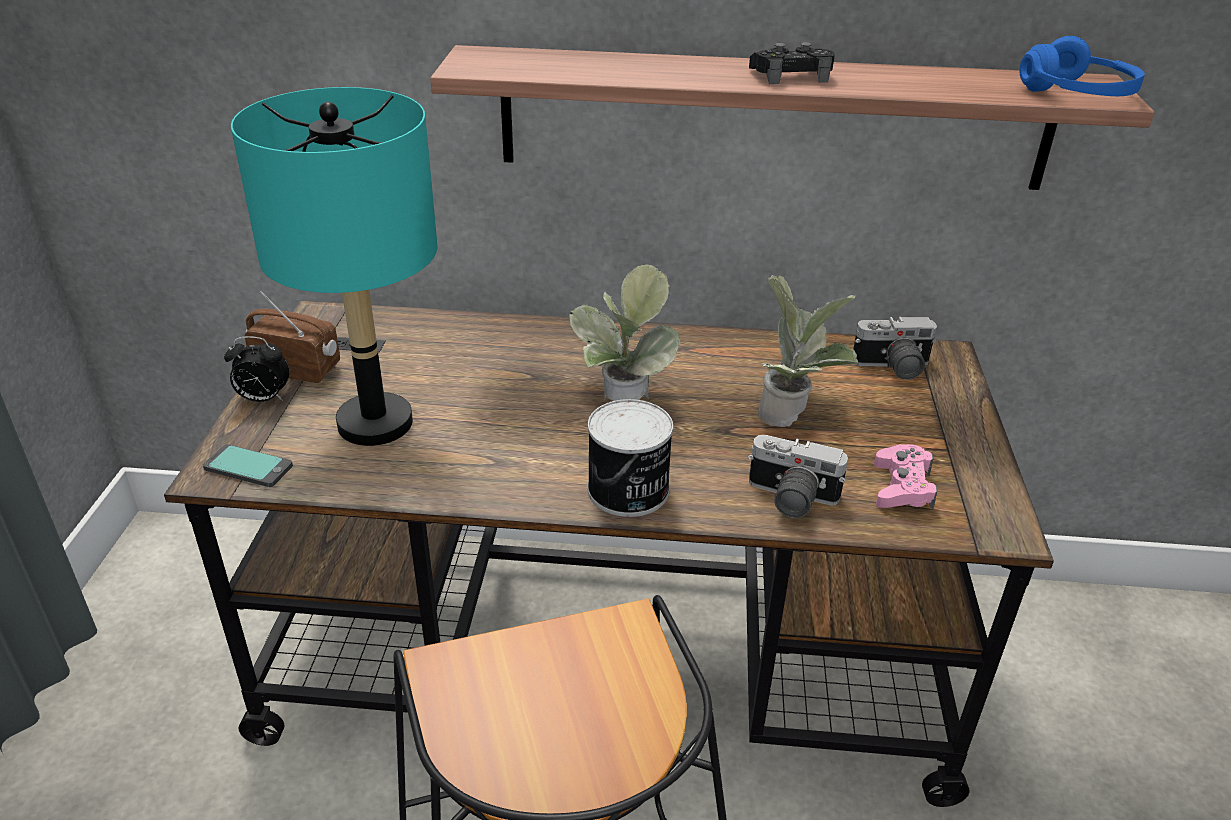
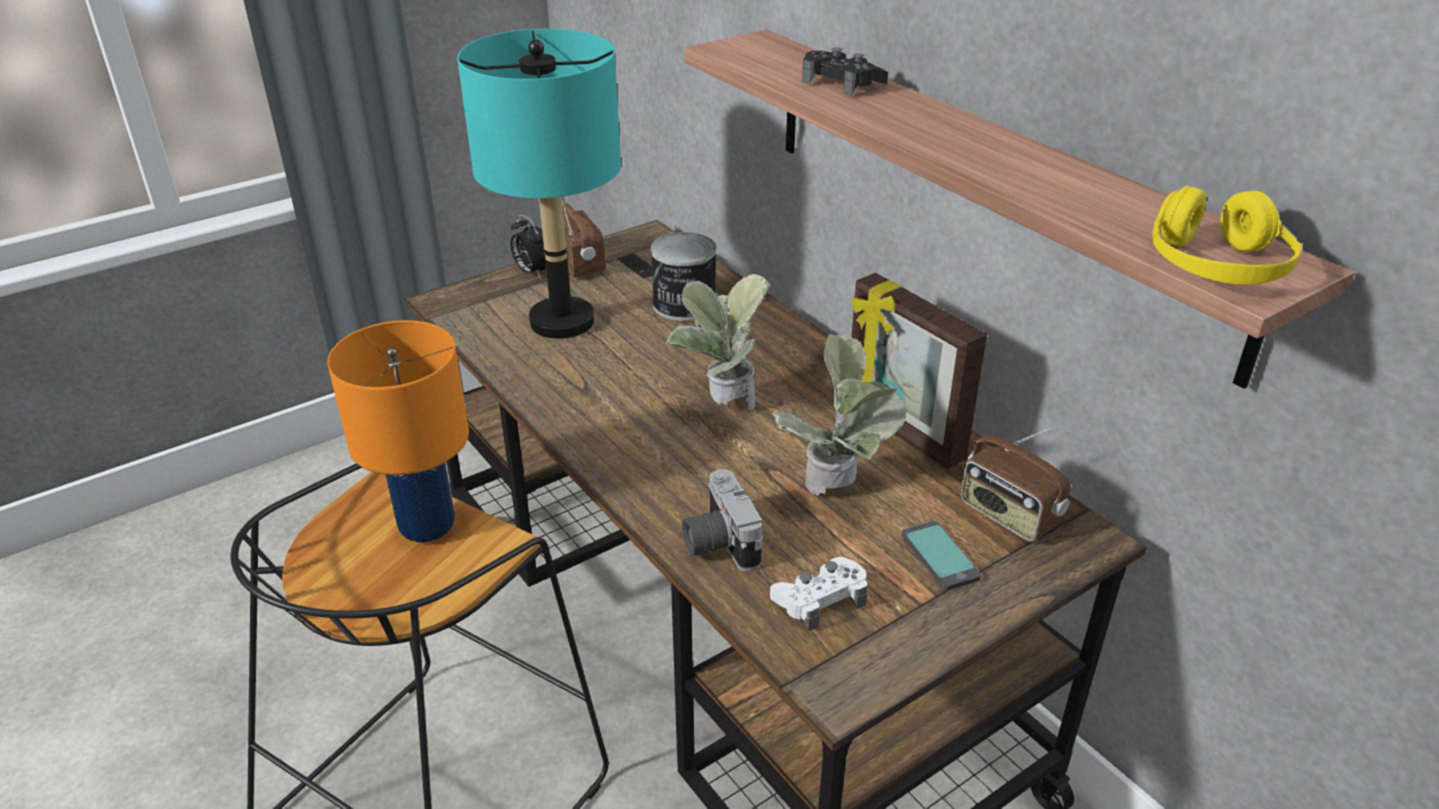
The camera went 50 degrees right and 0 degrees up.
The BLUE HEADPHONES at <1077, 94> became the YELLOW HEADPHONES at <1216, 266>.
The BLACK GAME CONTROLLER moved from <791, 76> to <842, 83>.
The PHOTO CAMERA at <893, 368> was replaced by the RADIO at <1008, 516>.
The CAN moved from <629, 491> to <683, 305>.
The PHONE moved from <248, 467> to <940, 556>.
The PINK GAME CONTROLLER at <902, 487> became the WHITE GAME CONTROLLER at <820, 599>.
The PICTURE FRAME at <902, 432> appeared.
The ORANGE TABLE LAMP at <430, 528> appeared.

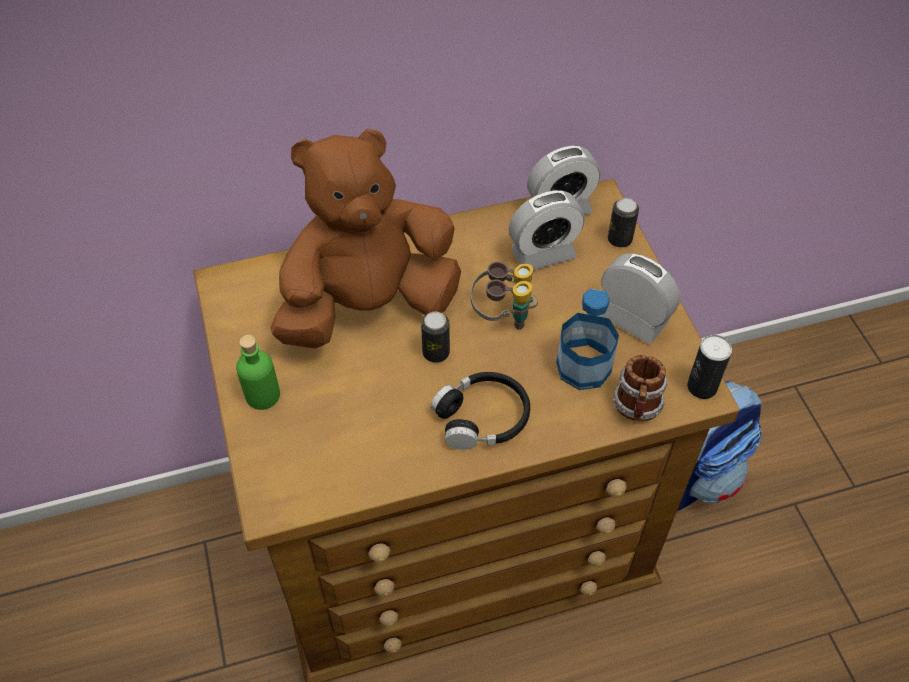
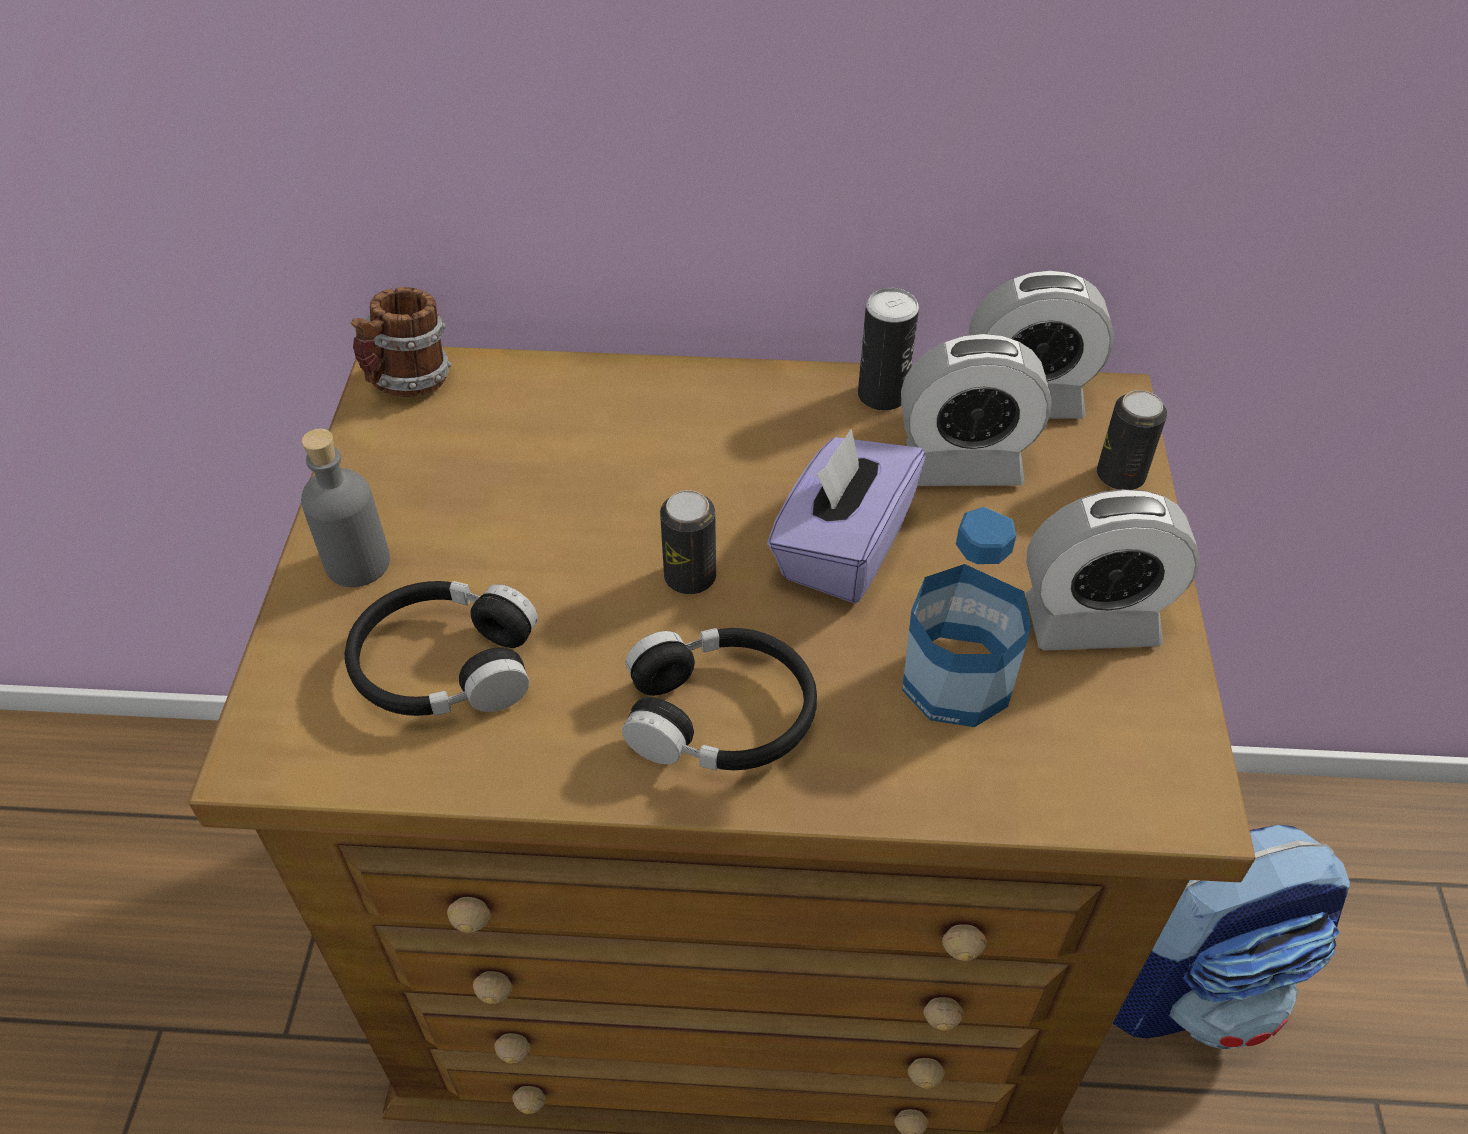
The camera went 20 degrees right and 5 degrees down.
The BROWN PLUSH TOY at <368, 305> disappeared.
The ALARM CLOCK at <633, 319> turned 120 degrees clockwise.
The BINOCULARS at <503, 316> was replaced by the PURPLE TISSUE BOX at <842, 548>.
The GREEN BOTTLE at <262, 395> became the GREY BOTTLE at <358, 563>.
The CAN moved from <702, 387> to <882, 395>.
The MUG moved from <637, 408> to <408, 383>.
The BLACK HEADPHONES at <445, 666> appeared.

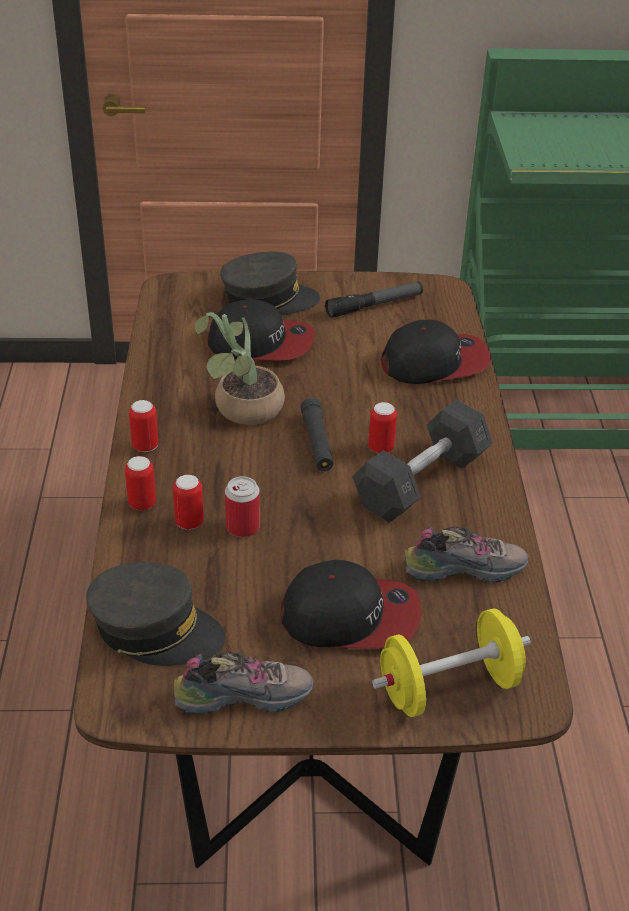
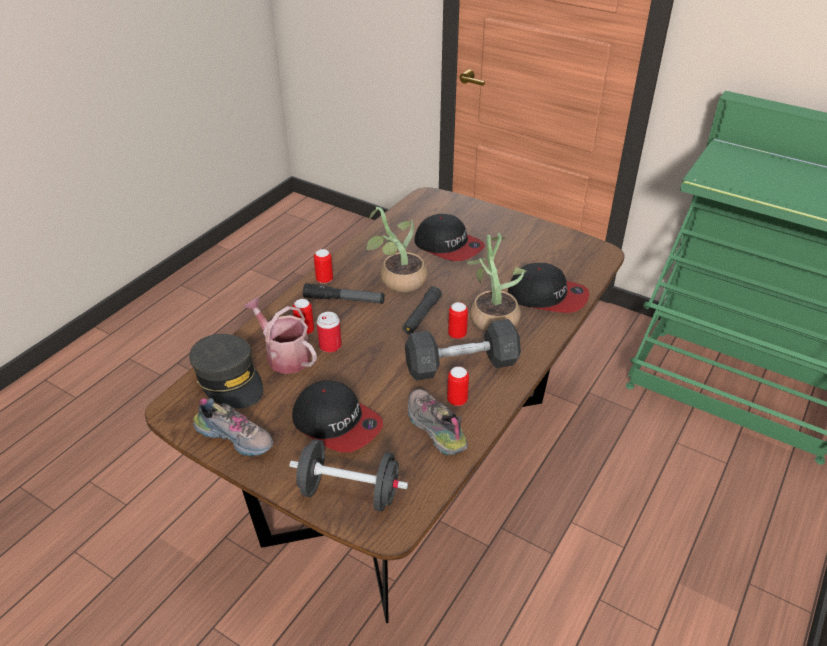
The camera went 35 degrees right and 0 degrees up.
The GREY CAP at <269, 299> disappeared.
The FLASHLIGHT moved from <374, 305> to <344, 300>.
The CAN moved from <142, 504> to <457, 400>.
The SHOE at <464, 568> turned 150 degrees counterclockwise.
The YELLOW DUMBBELL at <448, 687> became the BLACK DUMBBELL at <349, 492>.
The POTTED PLANT at <491, 316> appeared.
The WATERING CAN at <284, 355> appeared.

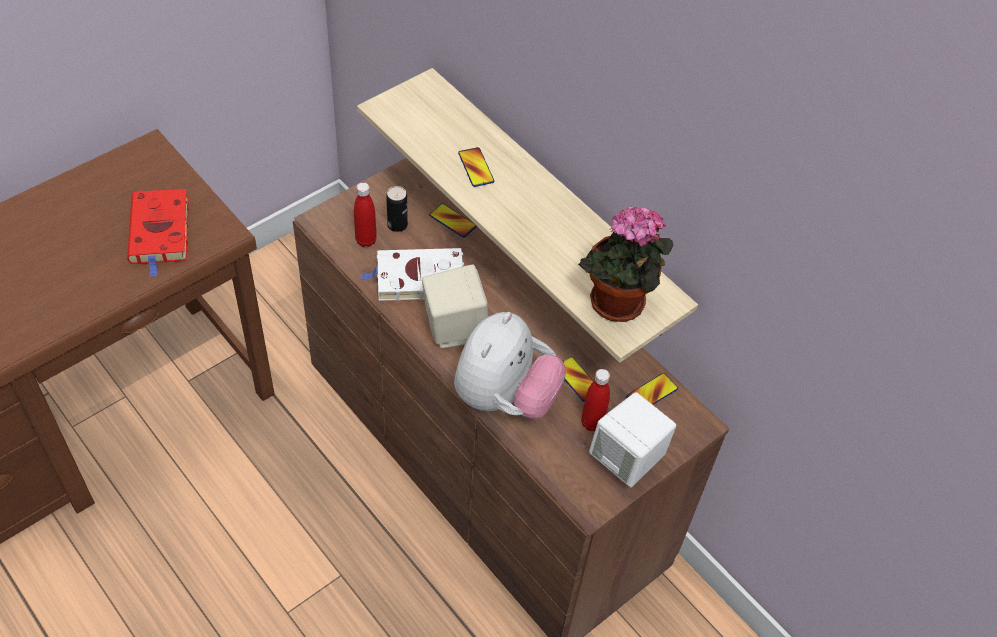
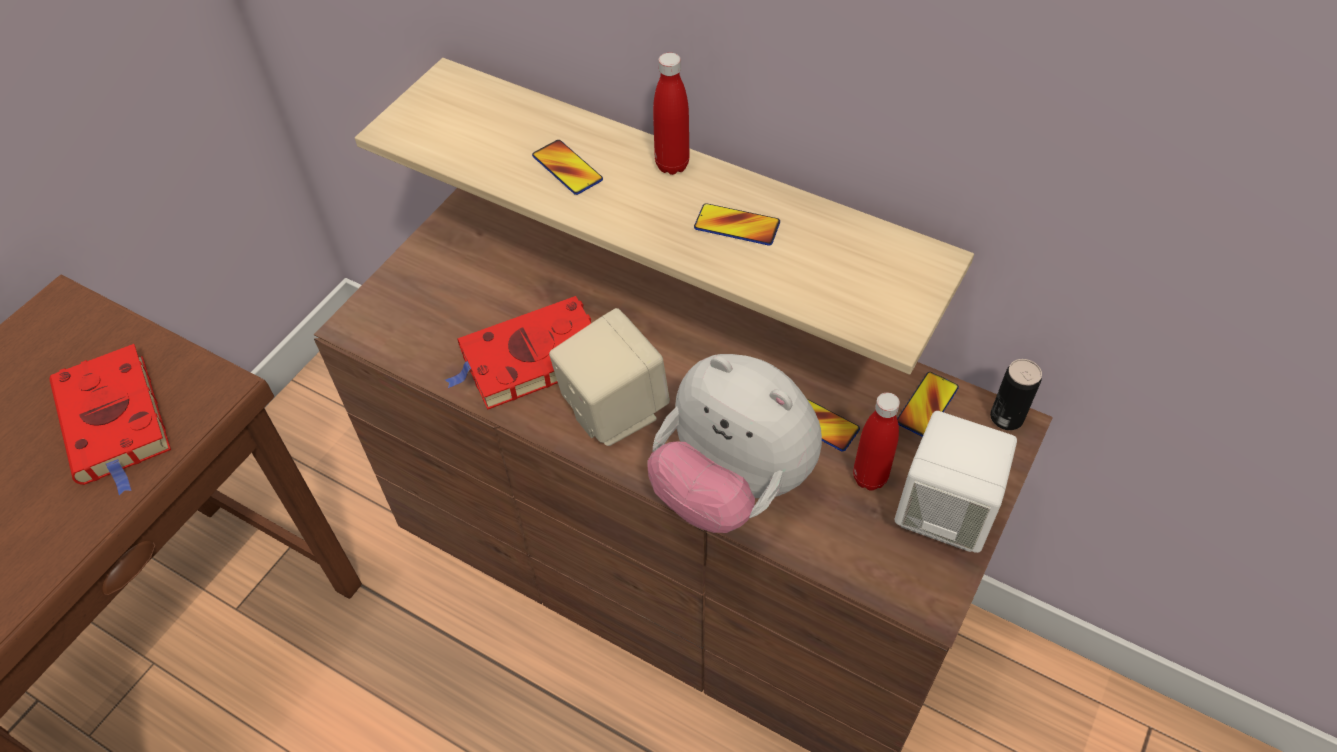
The camera went 15 degrees left and 0 degrees up.
The RED BOTTLE moved from <366, 240> to <672, 165>.
The CAN moved from <397, 225> to <1006, 417>.
The PHONE moved from <452, 221> to <737, 226>.
The POTTED PLANT at <616, 306> disappeared.
The WHITE BOOK at <417, 278> became the RED BOOK at <529, 359>.
The PLUSH TOY at <504, 397> turned 120 degrees clockwise.

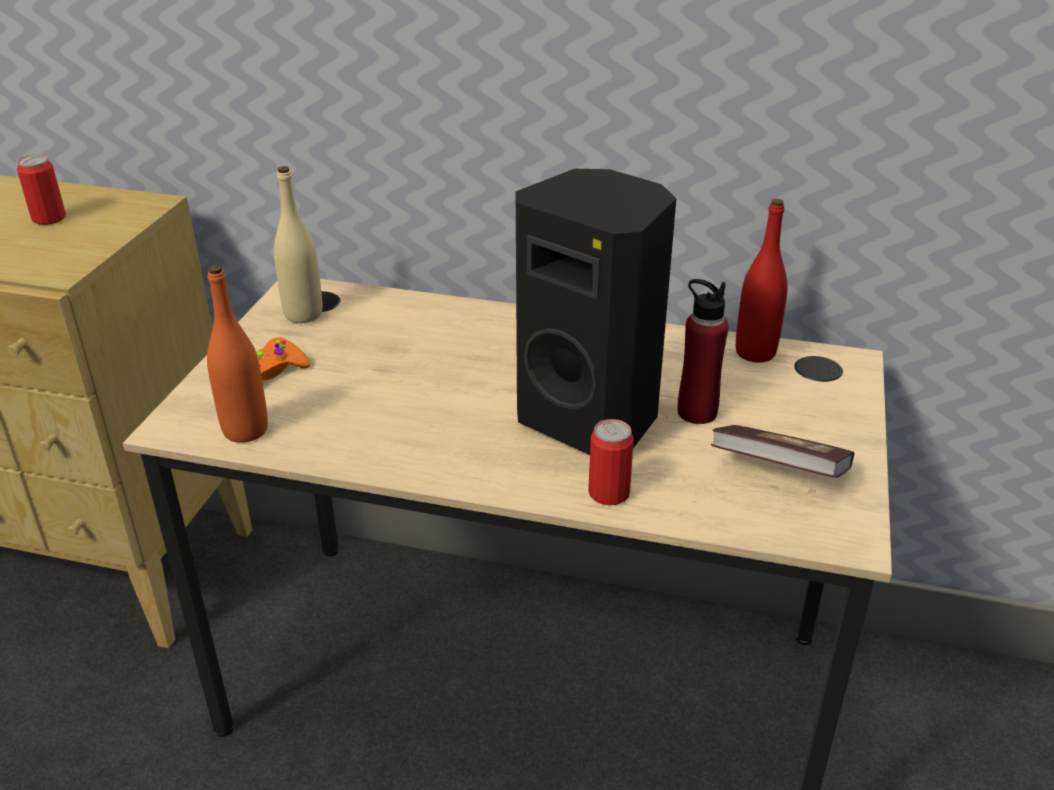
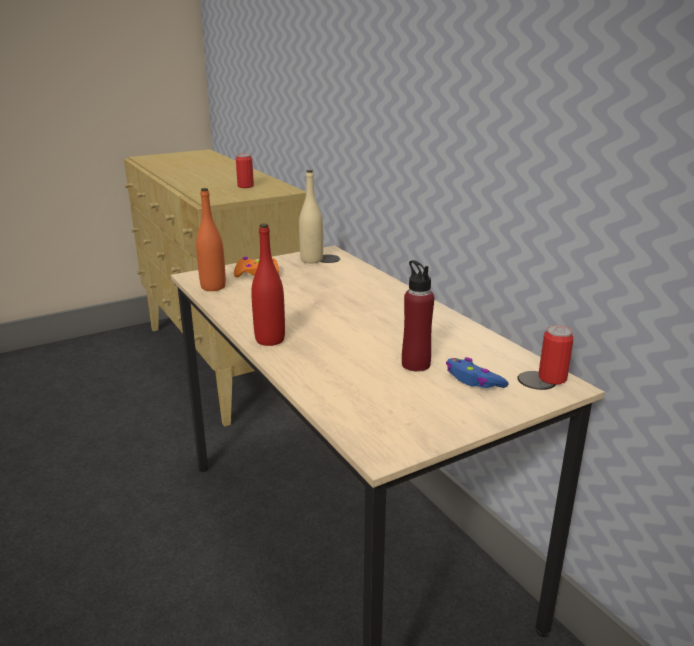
The camera went 45 degrees right and 10 degrees down.
The BLACK SPEAKER at <591, 419> disappeared.
The RED BOTTLE moved from <755, 353> to <270, 340>.
The CAN moved from <609, 493> to <552, 378>.
The BOOK at <778, 472> disappeared.
The BLUE GAME CONTROLLER at <473, 380> appeared.

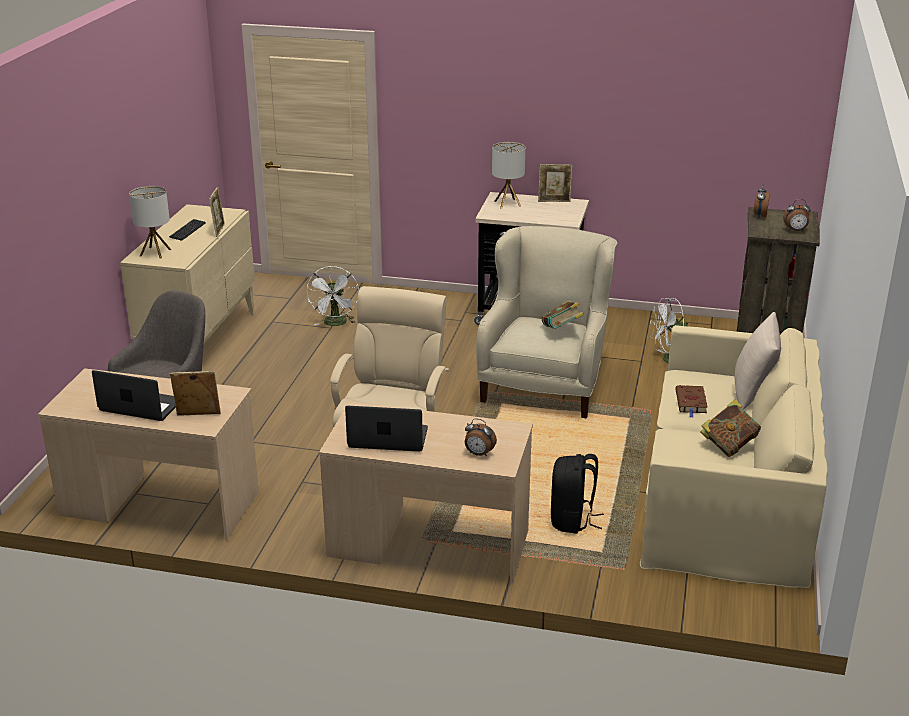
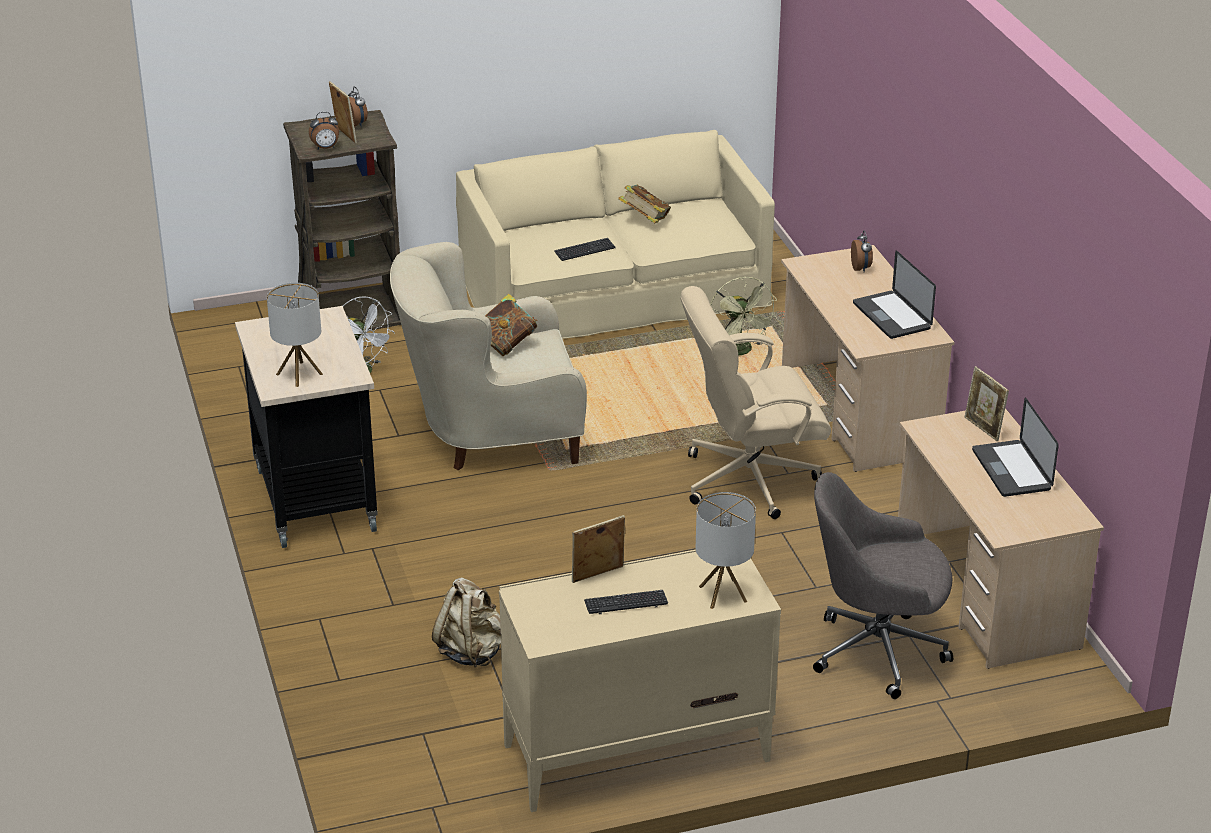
The camera went 120 degrees left and 5 degrees up.
The PICTURE FRAME moved from <554, 201> to <344, 136>.
The WHITE FAN at <336, 324> was replaced by the BEIGE BACKPACK at <471, 651>.
The BEIGE PILLOW at <753, 393> disappeared.
The BROWN BOOK at <691, 403> was replaced by the KEYBOARD at <584, 250>.
The BLACK BACKPACK at <572, 520> was replaced by the GREEN FAN at <740, 351>.

